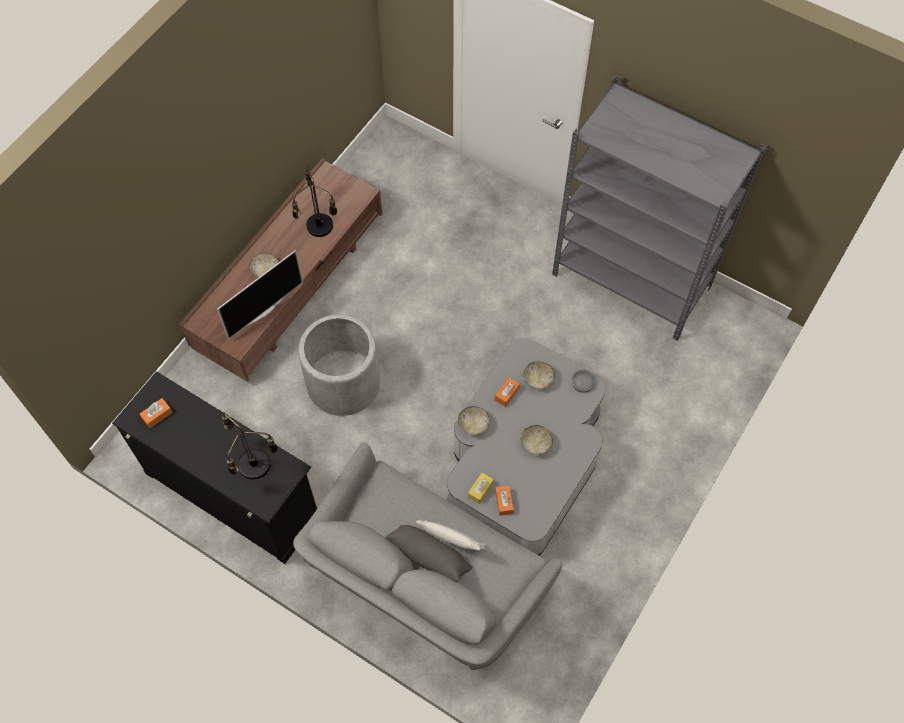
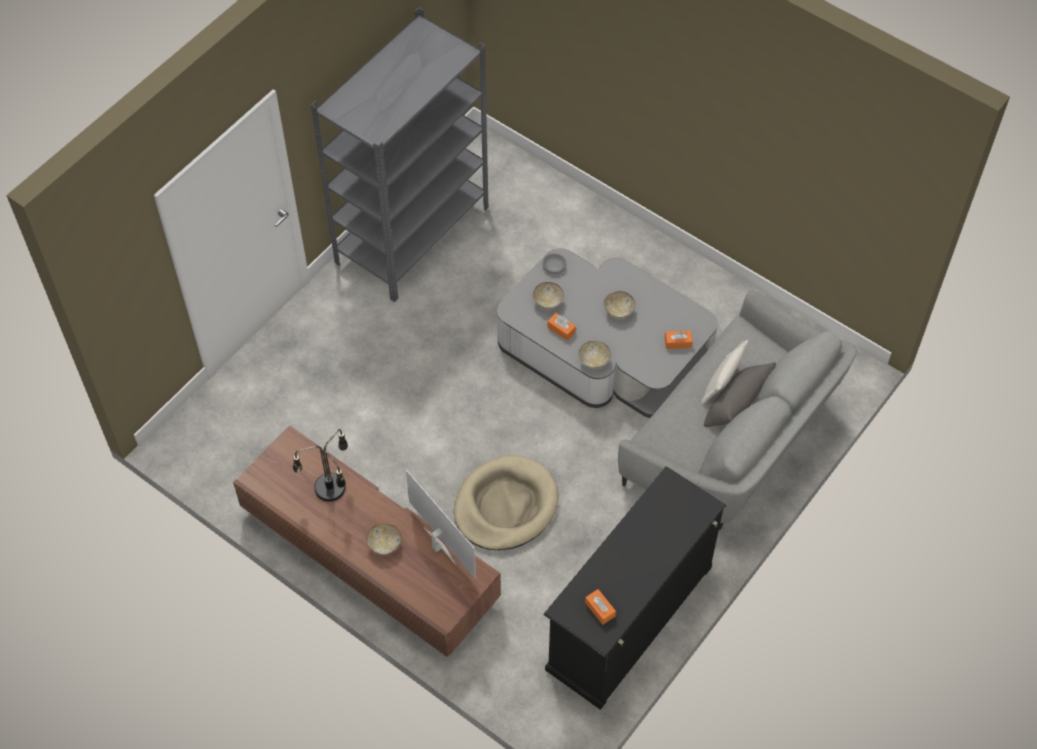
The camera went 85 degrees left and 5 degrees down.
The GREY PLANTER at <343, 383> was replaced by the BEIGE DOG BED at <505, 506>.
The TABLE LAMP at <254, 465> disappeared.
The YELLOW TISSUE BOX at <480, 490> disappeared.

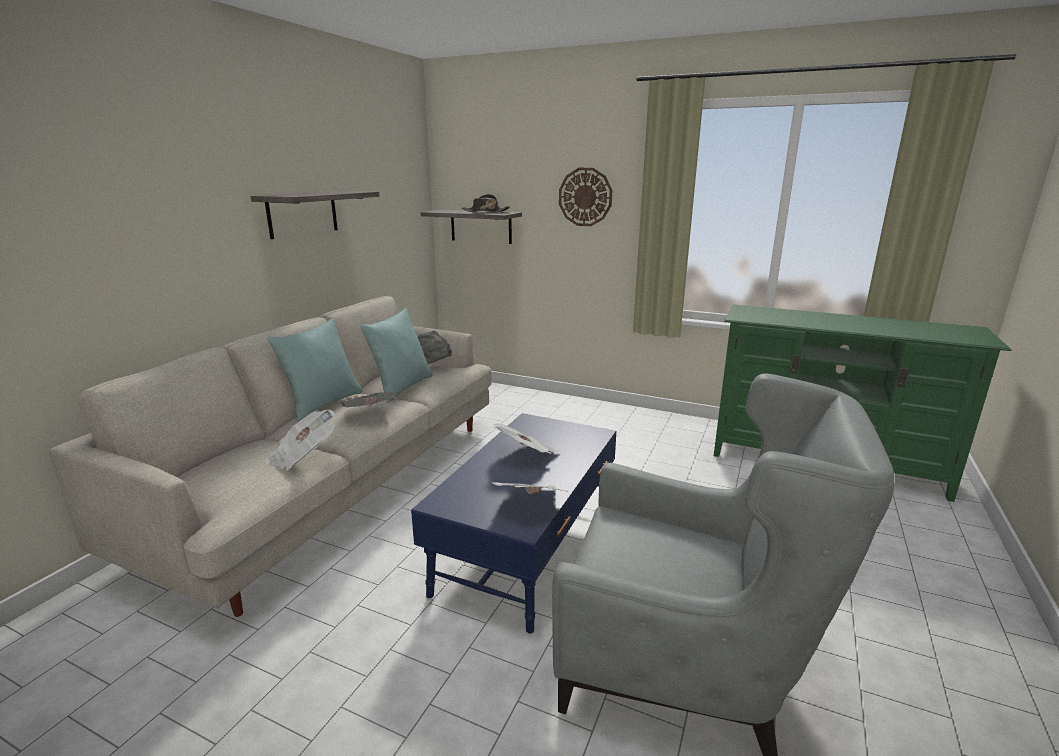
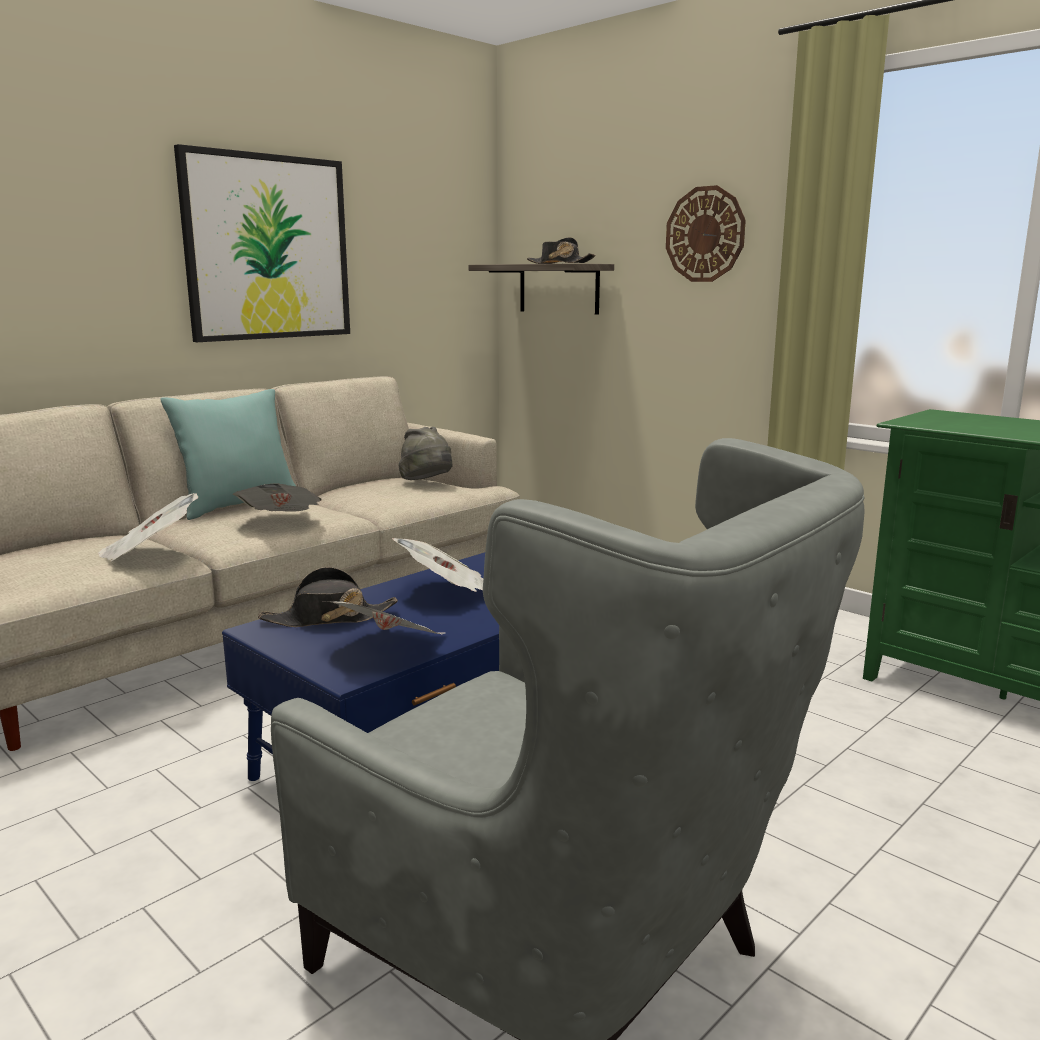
The camera went 20 degrees right and 5 degrees down.
The SHELF at <303, 213> was replaced by the PICTURE at <267, 248>.
The TURQUOISE PILLOW at <401, 387> disappeared.
The BLACK HAT at <328, 618> appeared.

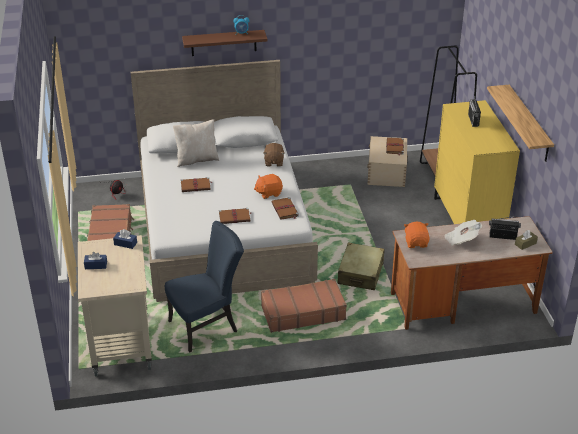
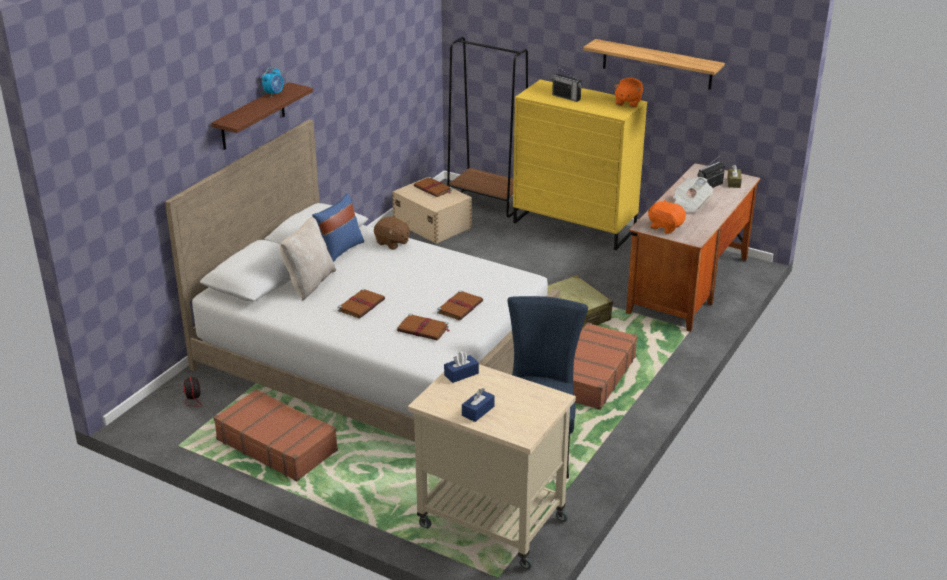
The camera went 50 degrees left and 5 degrees down.
The ORANGE PLUSH TOY moved from <268, 193> to <627, 102>.
The BROWN BOOK moved from <285, 210> to <424, 329>.
The BLUE PILLOW at <340, 250> appeared.

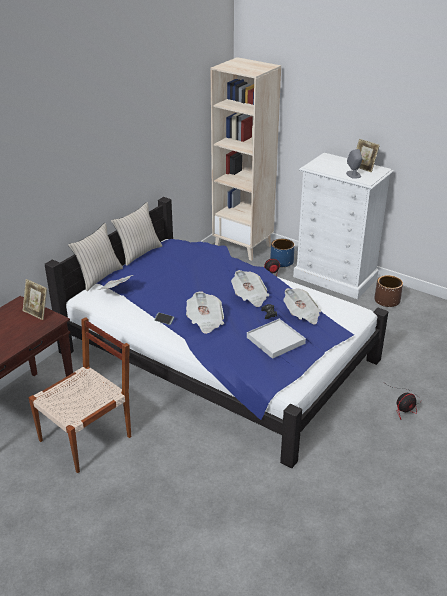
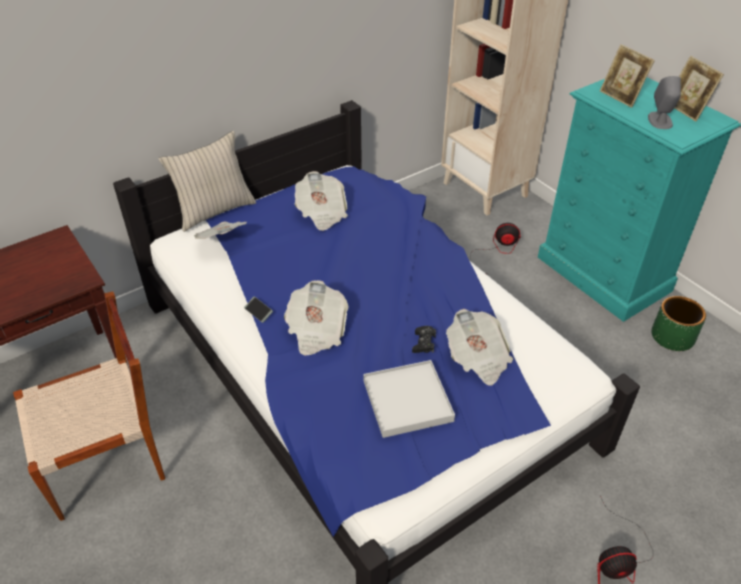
The camera went 20 degrees right and 10 degrees up.
The WHITE DRESSER at <335, 278> became the TURQUOISE DRESSER at <604, 274>.
The BEIGE PILLOW at <138, 253> disappeared.
The BLUE PLANTER at <281, 262> disappeared.
The NEWSPAPER moved from <250, 297> to <322, 213>.
The BROWN PLANTER at <387, 300> became the GREEN PLANTER at <672, 336>.
The PICTURE FRAME moved from <37, 313> to <620, 97>.

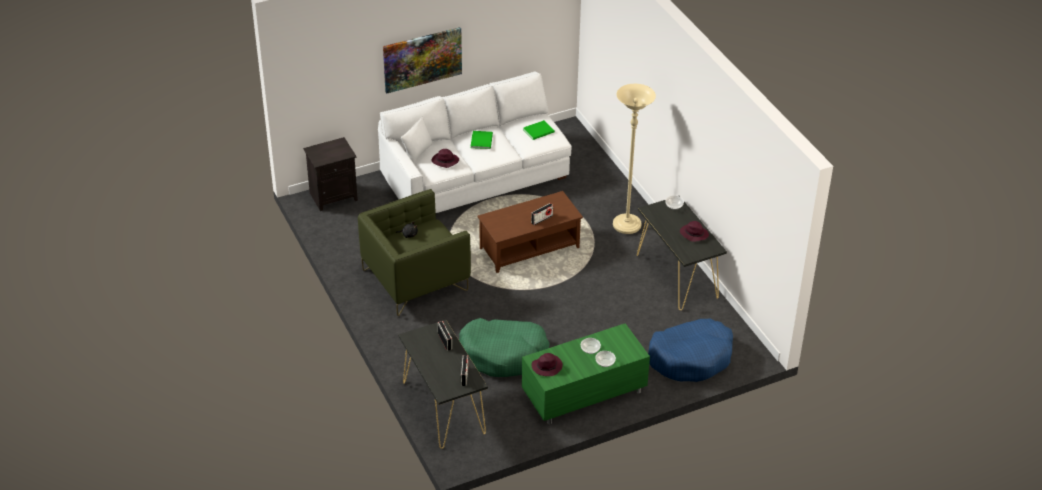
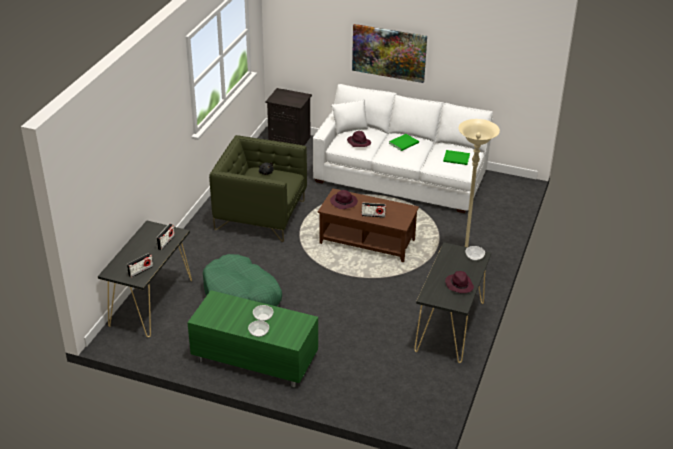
The camera went 45 degrees right and 5 degrees down.
The BLUE DOG BED at <690, 358> disappeared.
The PURPLE HAT moved from <547, 366> to <344, 202>.

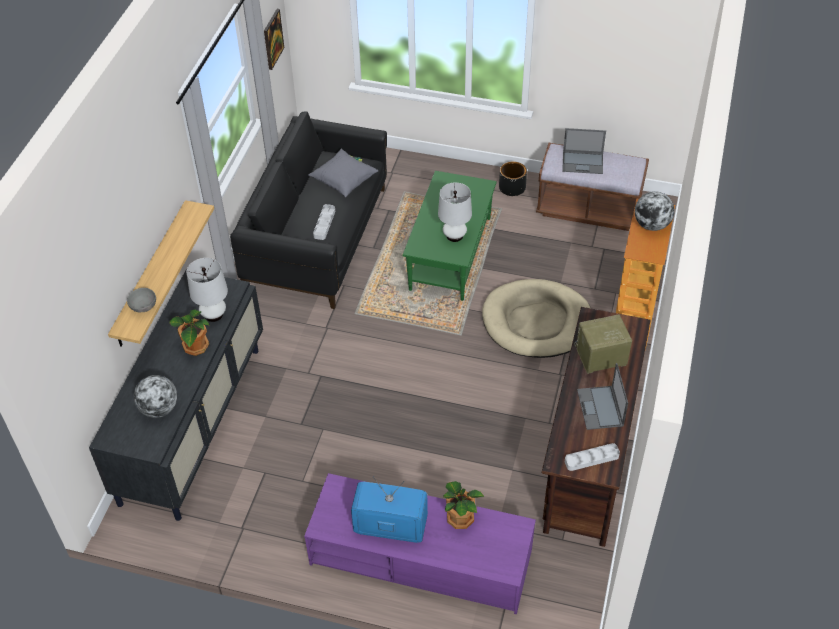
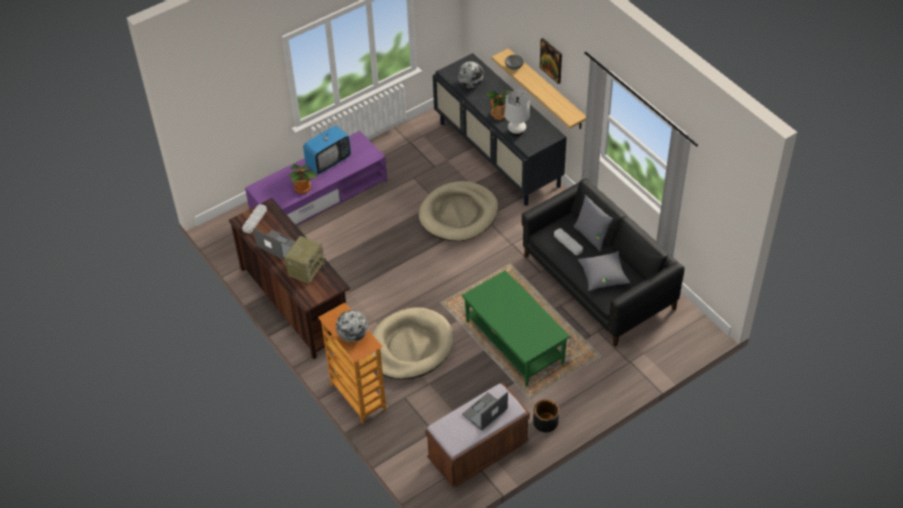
The camera went 130 degrees right and 0 degrees up.
The PICTURE moved from <272, 39> to <551, 60>.
The WHITE TABLE LAMP at <454, 235> disappeared.
The BEIGE DOG BED at <458, 214> appeared.
The GREY PILLOW at <591, 236> appeared.

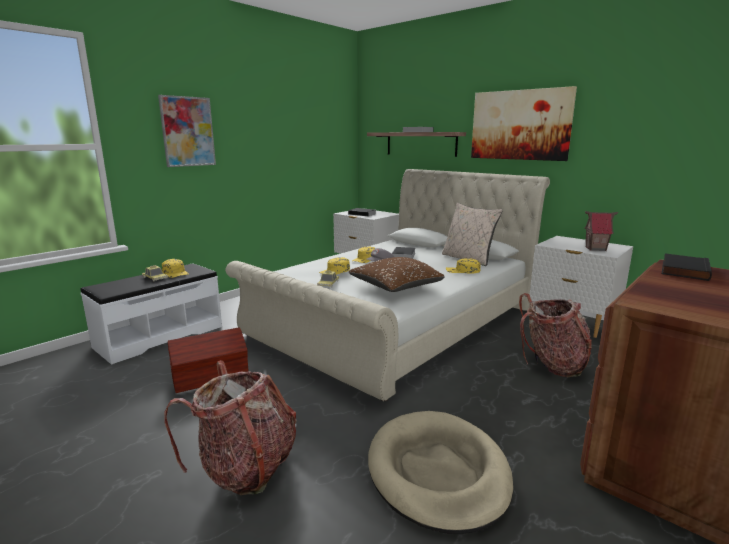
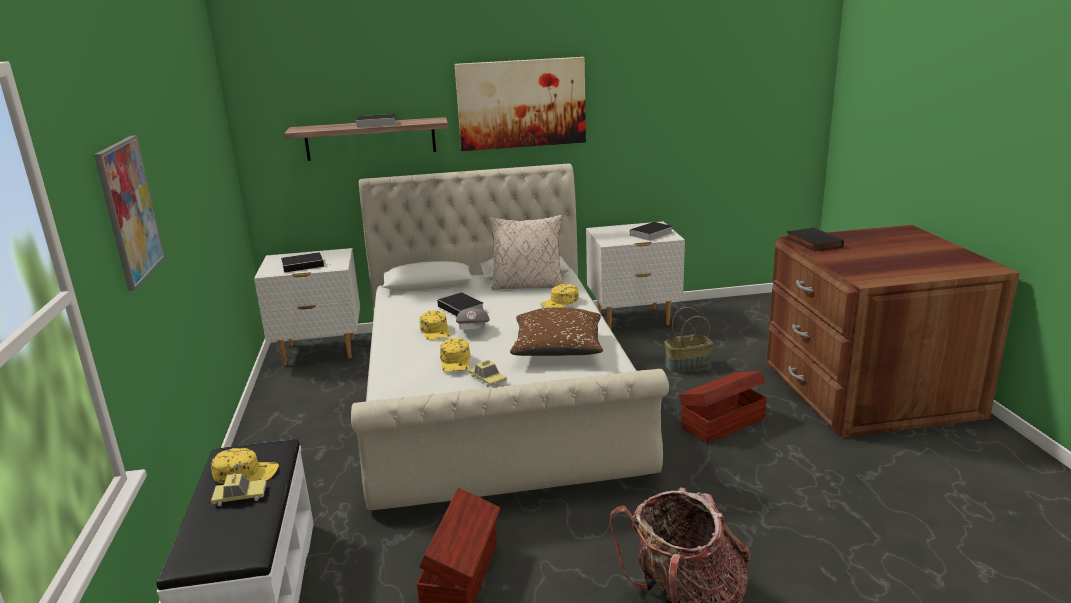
The camera went 50 degrees left and 5 degrees up.
The TOY HOUSE at <596, 249> was replaced by the BOOK at <650, 234>.
The BACKPACK at <552, 365> was replaced by the BASKET at <687, 366>.
The BEIGE DOG BED at <438, 472> disappeared.
The BROWN STORAGE BOX at <721, 423> appeared.

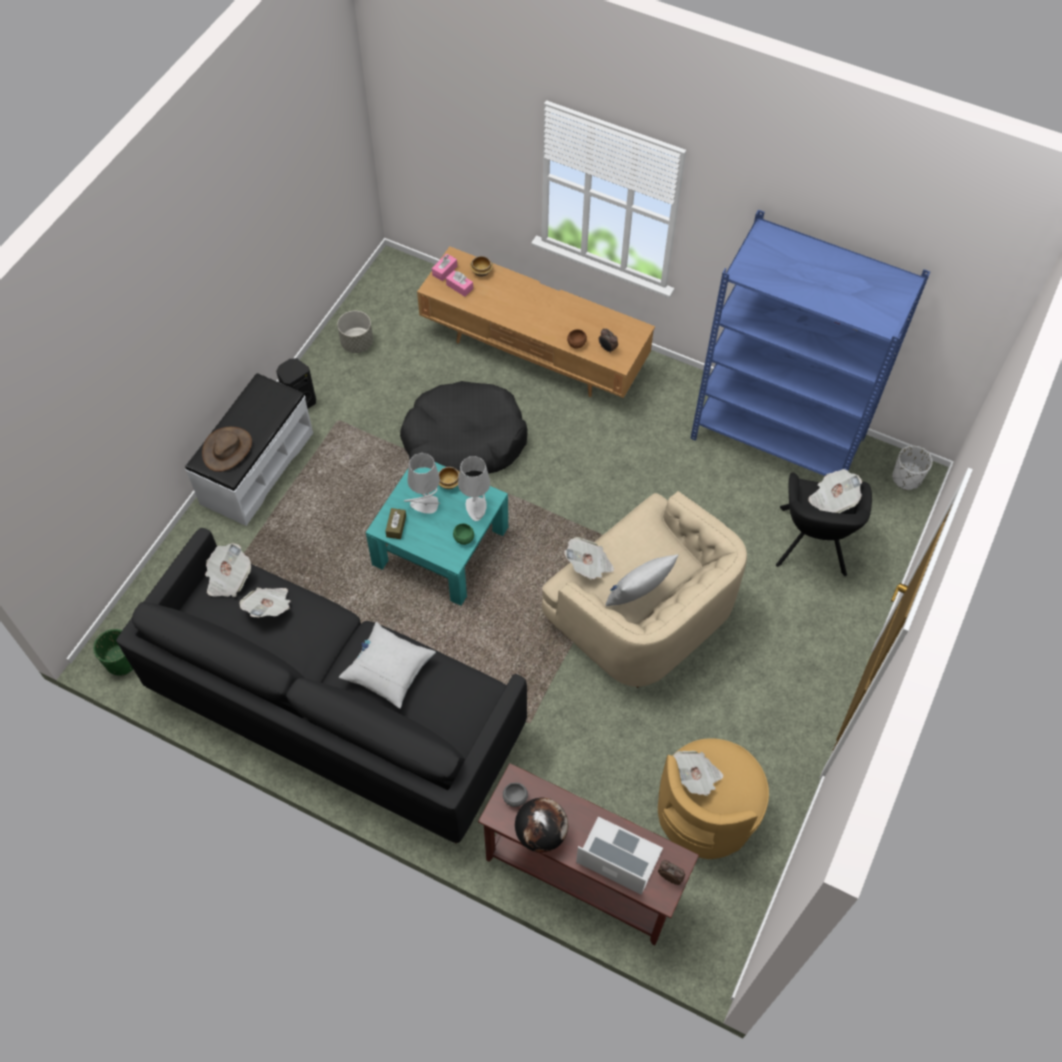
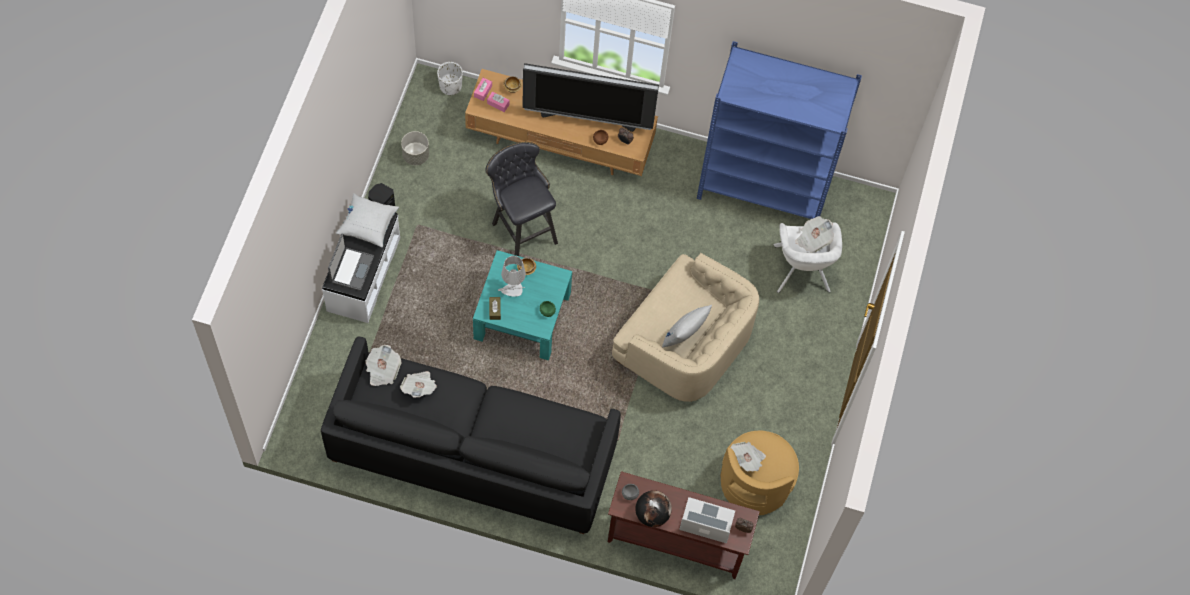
The camera went 15 degrees left and 5 degrees up.
The BLACK DOG BED at <464, 440> was replaced by the BLACK STOOL at <521, 227>.
The BROWN HAT at <227, 449> was replaced by the LAPTOP at <351, 269>.
The WHITE PLANTER moved from <906, 478> to <450, 86>.
The GREY TABLE LAMP at <476, 509> disappeared.
The BLACK ARMCHAIR at <812, 545> became the WHITE ARMCHAIR at <801, 271>.
The NEWSPAPER at <589, 565> disappeared.
The GREY PILLOW moved from <389, 670> to <368, 224>.
The GREEN PLANTER at <121, 661> disappeared.
The TELEVISION at <589, 117> appeared.

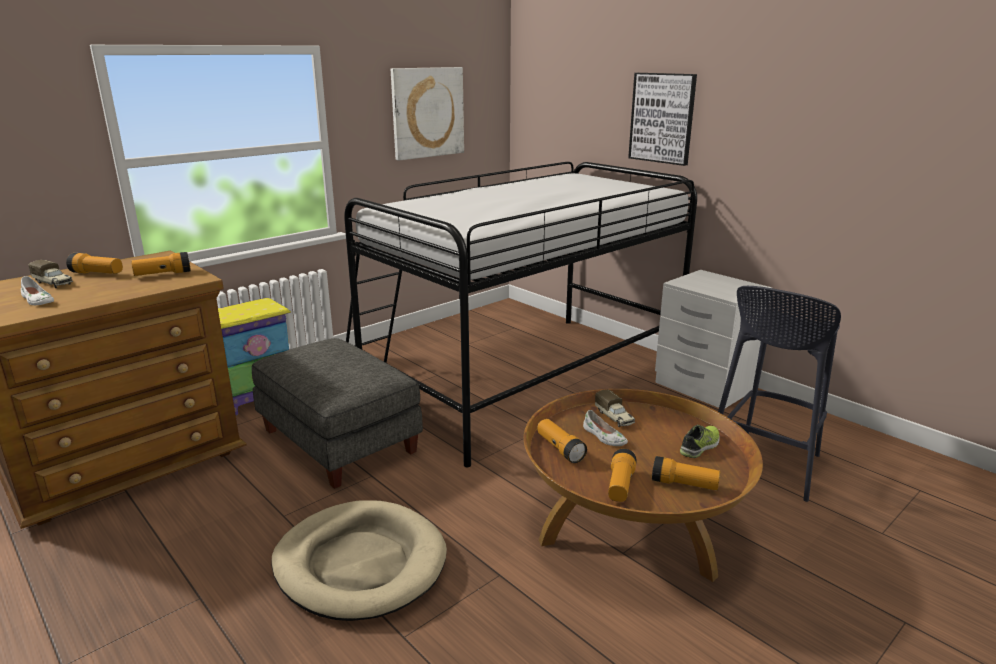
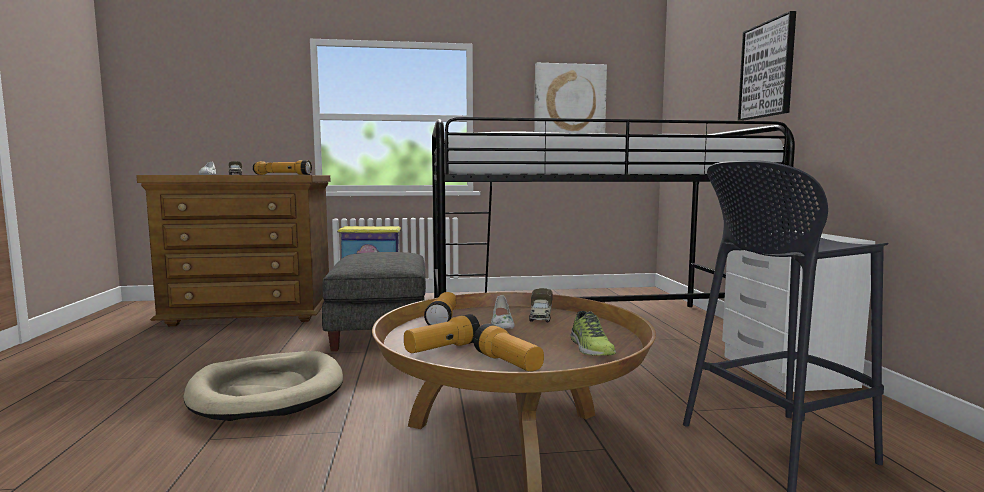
The camera went 35 degrees right and 15 degrees down.
The SHOE at <700, 446> turned 90 degrees clockwise.

